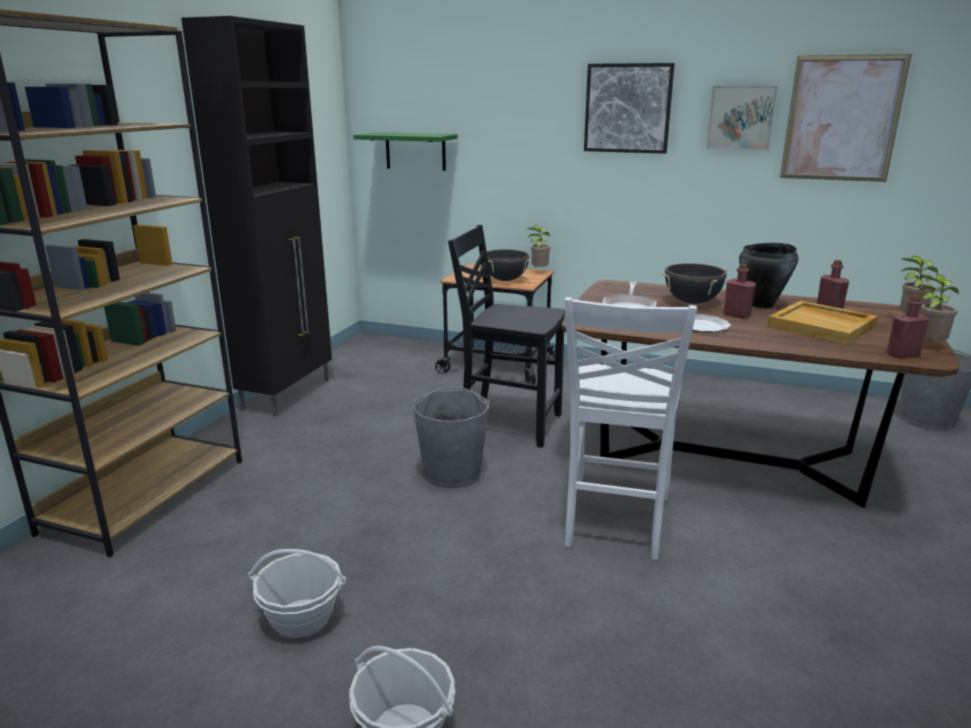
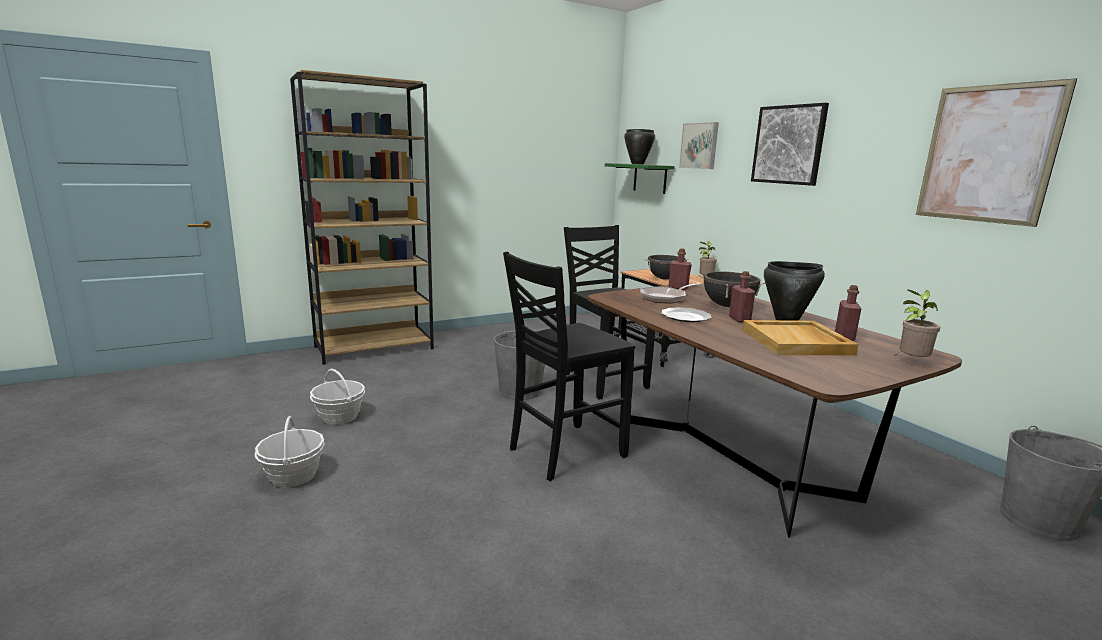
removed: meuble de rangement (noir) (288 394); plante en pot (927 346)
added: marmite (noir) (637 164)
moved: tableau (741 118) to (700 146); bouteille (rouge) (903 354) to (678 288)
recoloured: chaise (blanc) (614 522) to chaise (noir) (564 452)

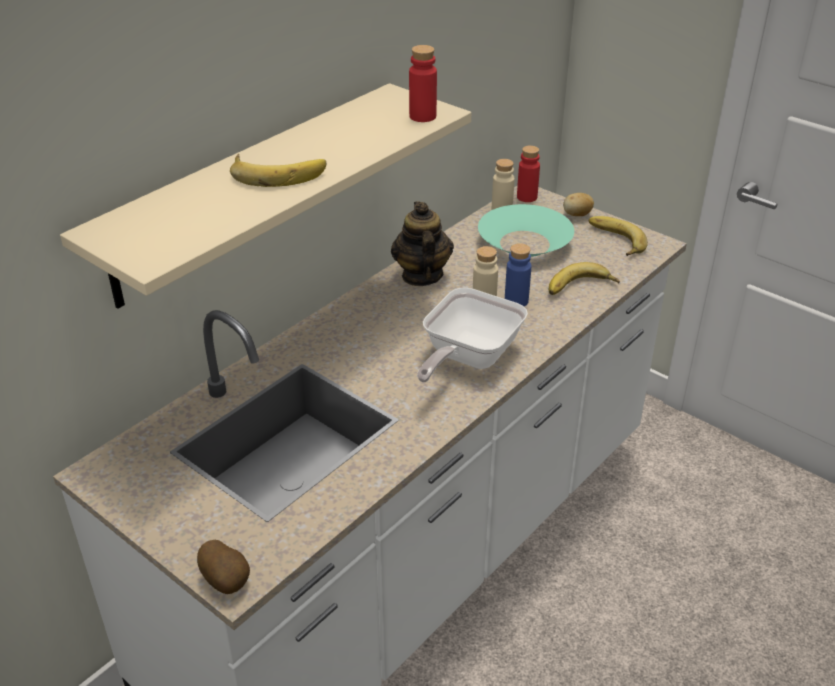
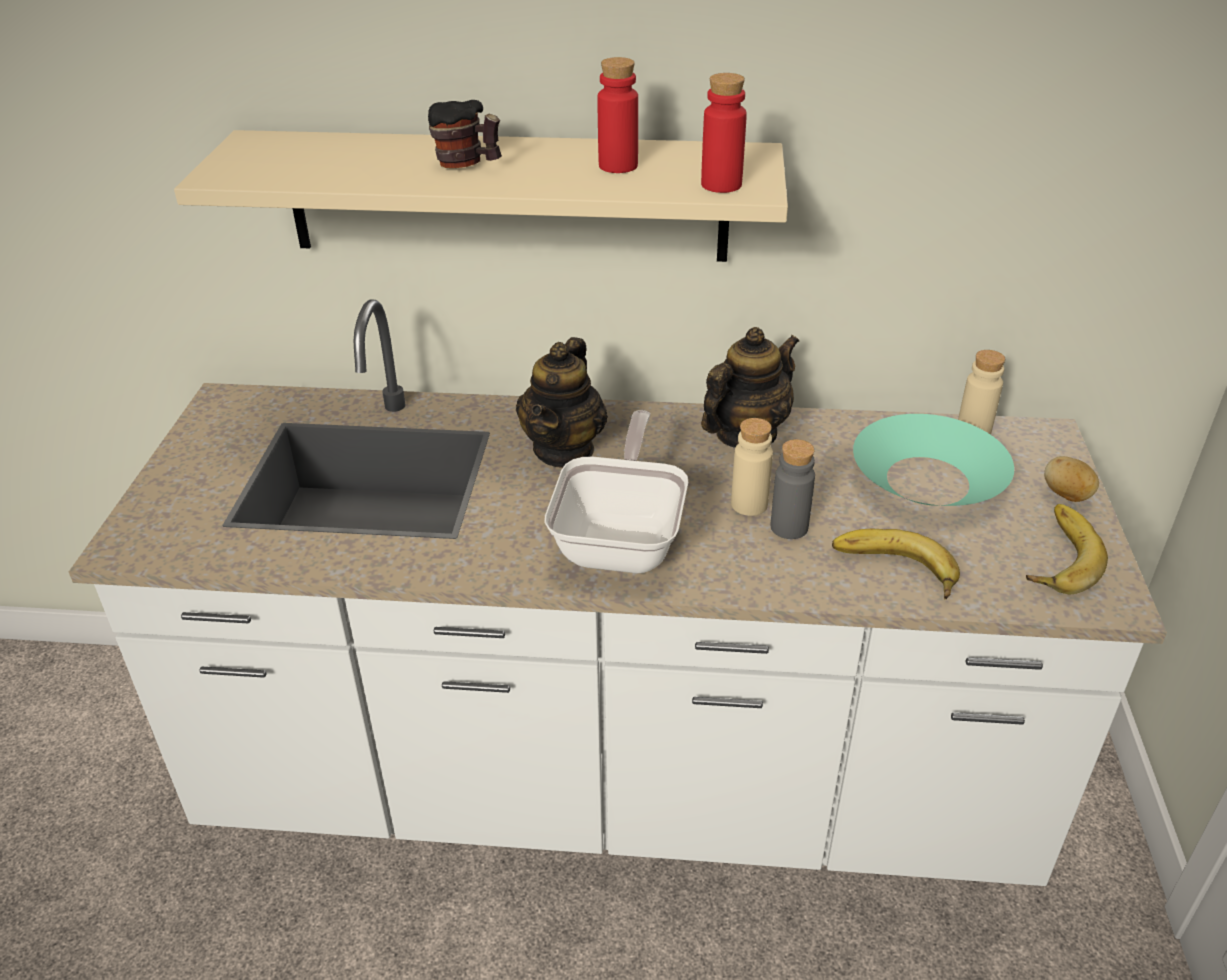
removed: pomme de terre (227 581)
added: théière (564 450)
moved: bouteille (rouge) (527 197) to (618 166)
replaced: banane (278 172) to mug (466 165)
recoloured: bouteille (bleu) (516 301) to bouteille (gris) (789 527)
turned: poêle (467 358) = (622 539) 105 degrees clockwise

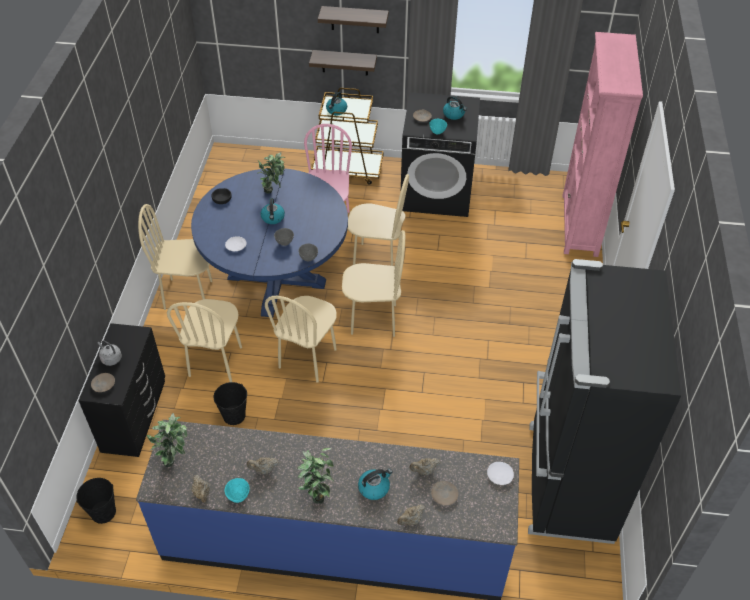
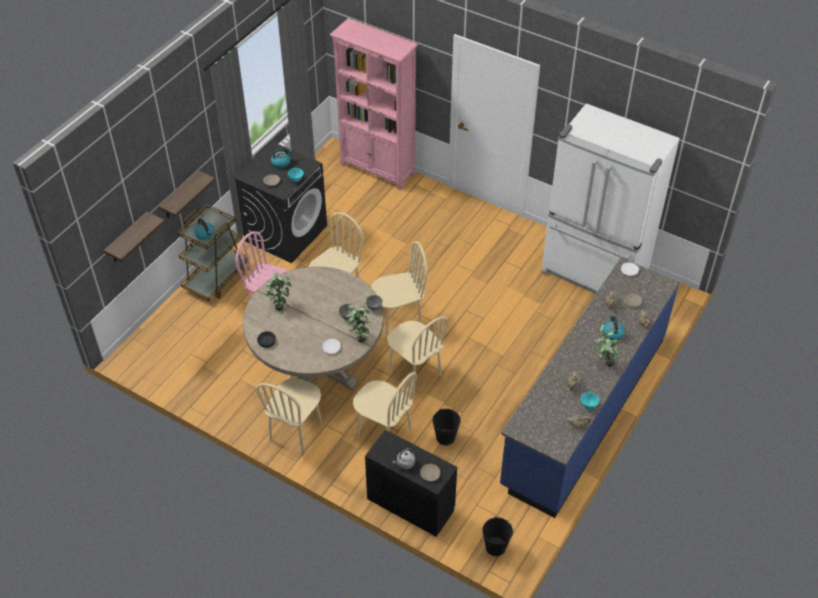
removed: bouilloire (273 218)
moved: plante en pot (174 458) to (359 336); étagère (355 19) to (127 239)
recoloured: table à manger (bleu) (276 279) to table à manger (beige) (317 367); réfrigérateur (noir) (567 482) to réfrigérateur (blanc) (594 273)
turned: chaise (beige) (373 319) = (399 321) 45 degrees clockwise

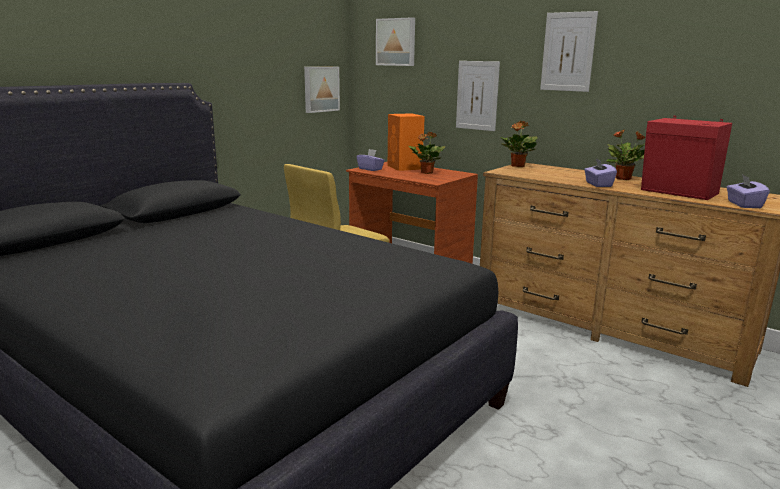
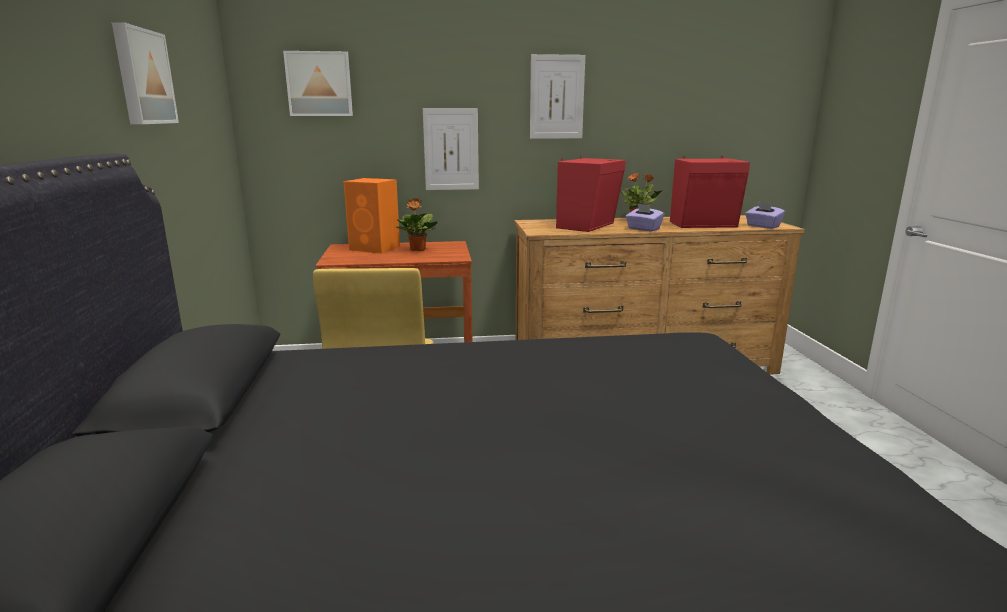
removed: boîte à mouchoirs (violet) (370 169); plante en pot (517 166)
added: enceinte (rouge) (589 226)
moved: tableau (320 89) to (142 77)

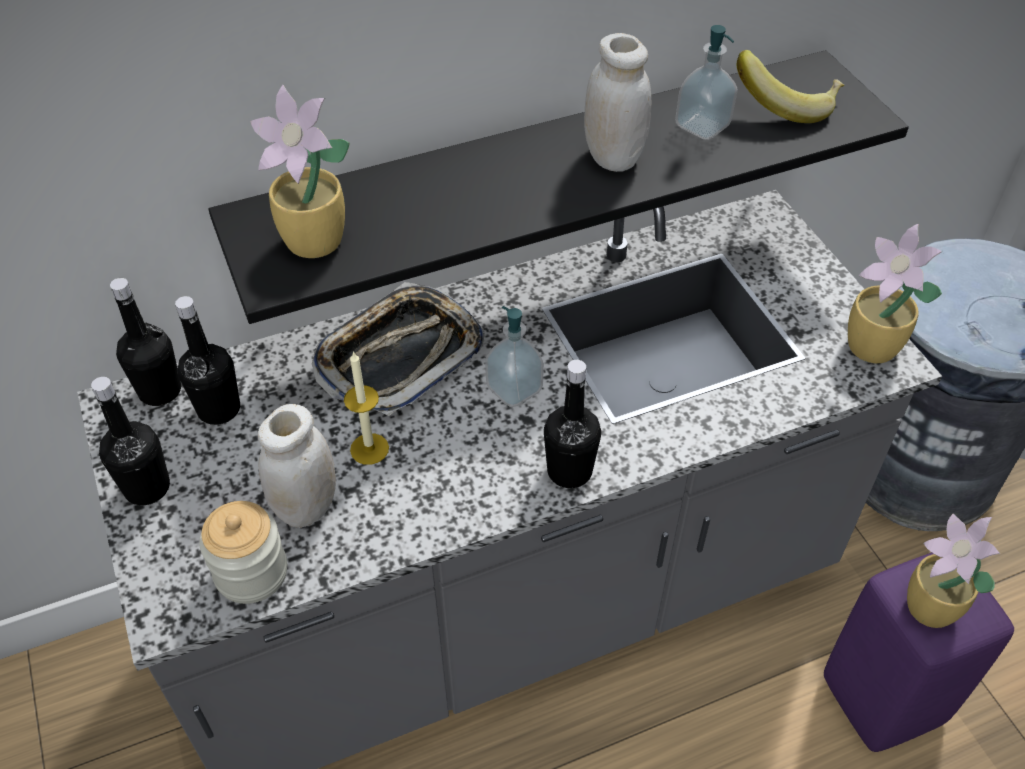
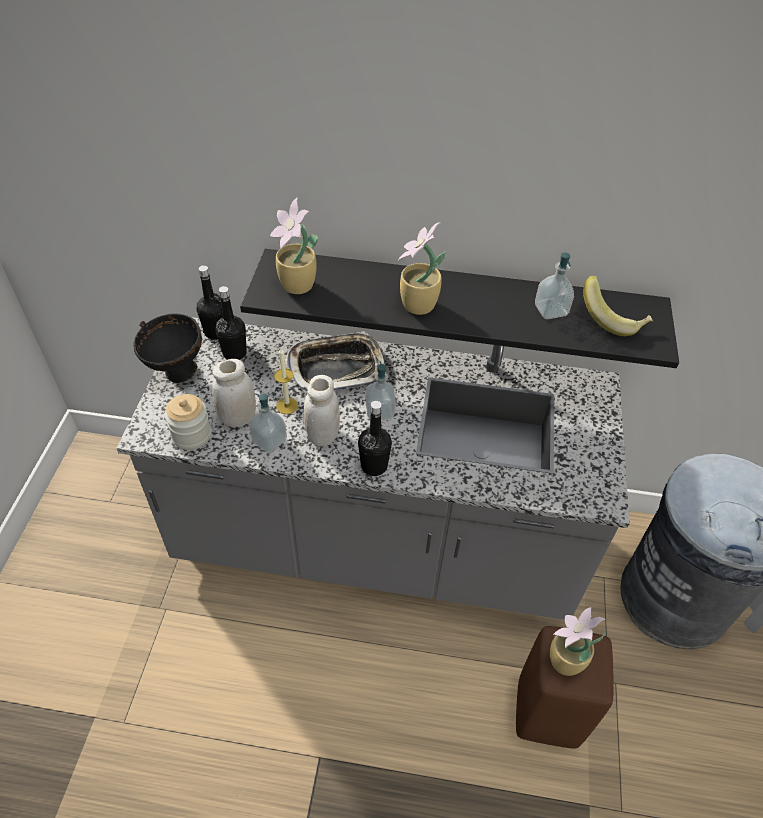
added: distributeur de savon (269 441)
moved: bocal (blanc) (613 157) to (322 435); plante en pot (872 349) to (417 306)
replaced: bouteille (noir) (147 488) to bol (noir) (177 374)
recoloured: tabouret (violet) (885 700) to tabouret (marron) (548 715)

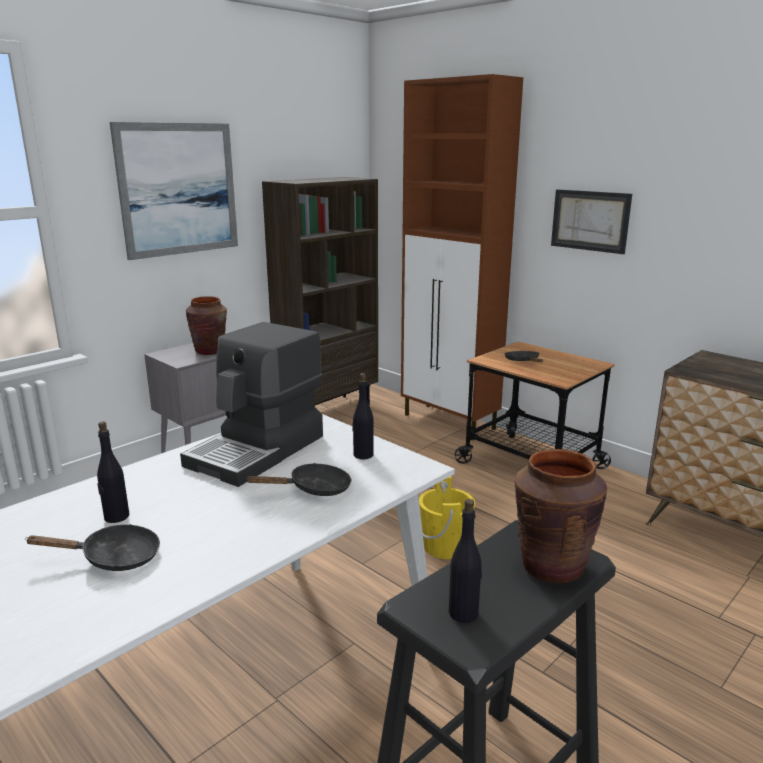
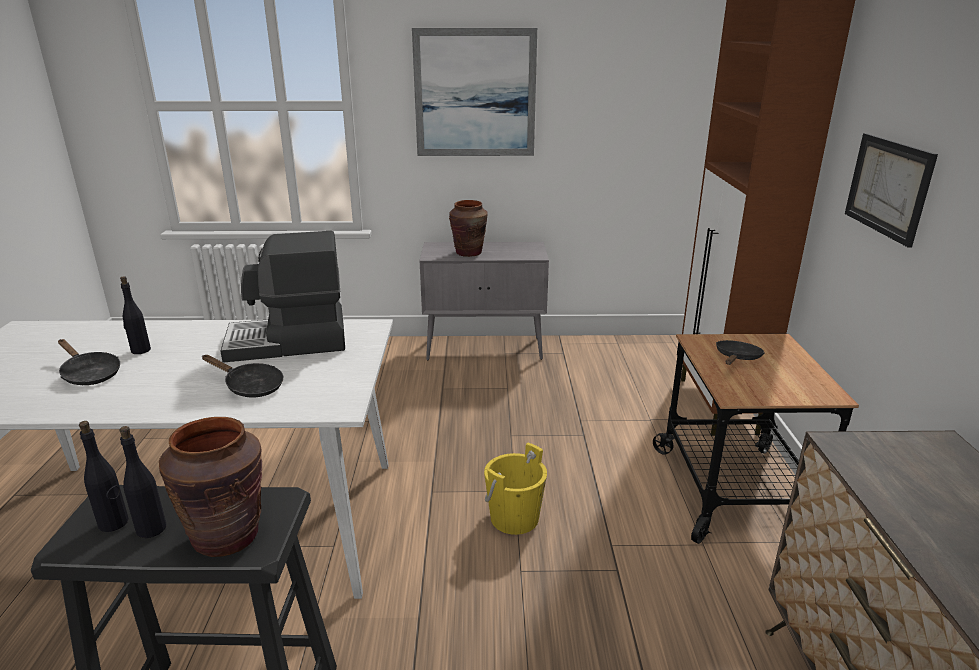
removed: bibliothèque (marron) (328 410)
moved: bouteille (noir) (363 455) to (151 528)

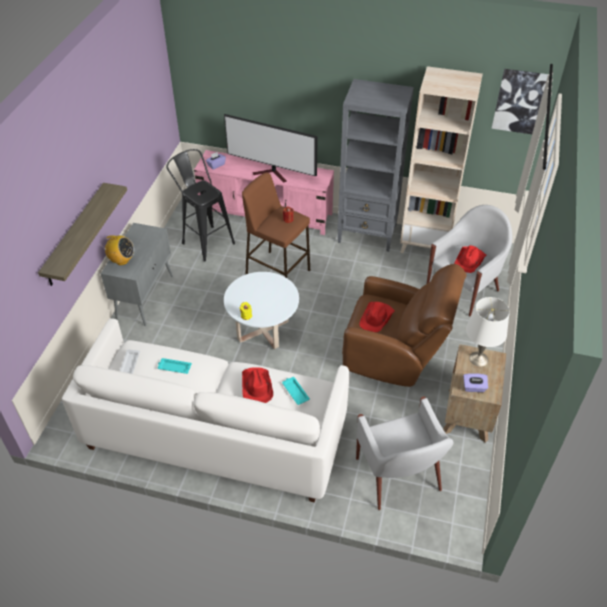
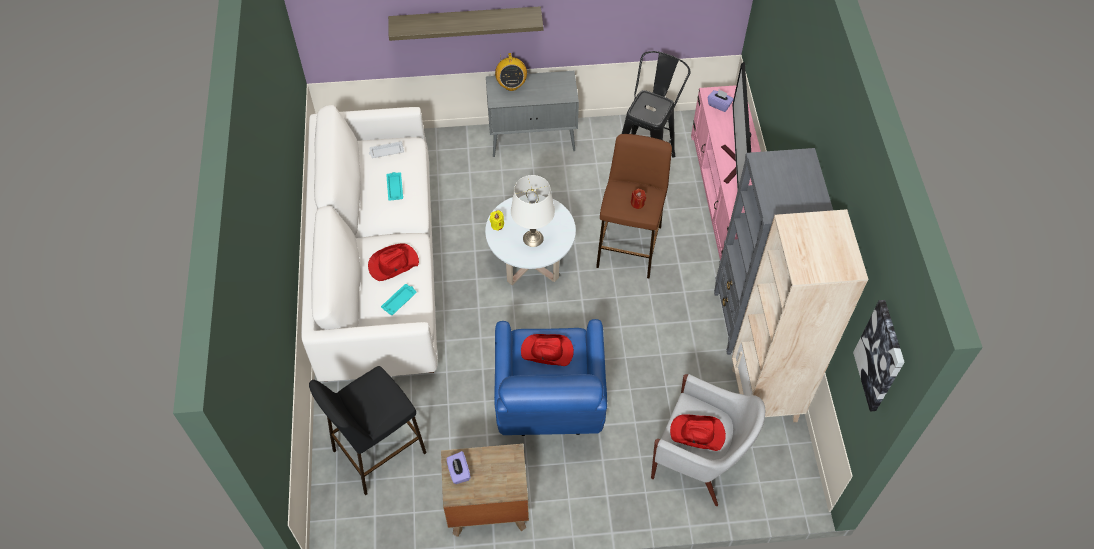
moved: lampe de table (blanc) (478 359) to (532 238)
replaced: fauteuil (blanc) (398 476) to tabouret (noir) (378 452)
recoloured: fauteuil (marron) (395 355) to fauteuil (bleu) (549 407)

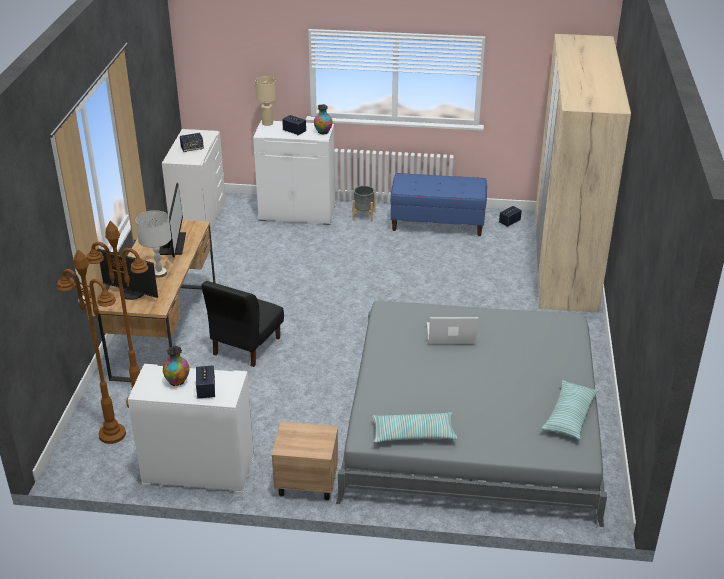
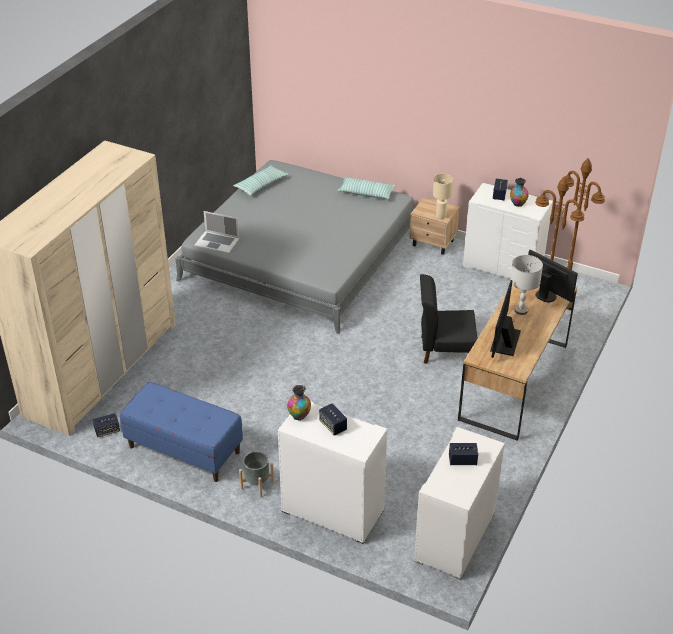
moved: lampe de table (beige) (268 123) to (440 216); ordinateur portable (451 334) to (217 242)
turned: chaise (noir) (246 346) = (445 349) 135 degrees counterclockwise

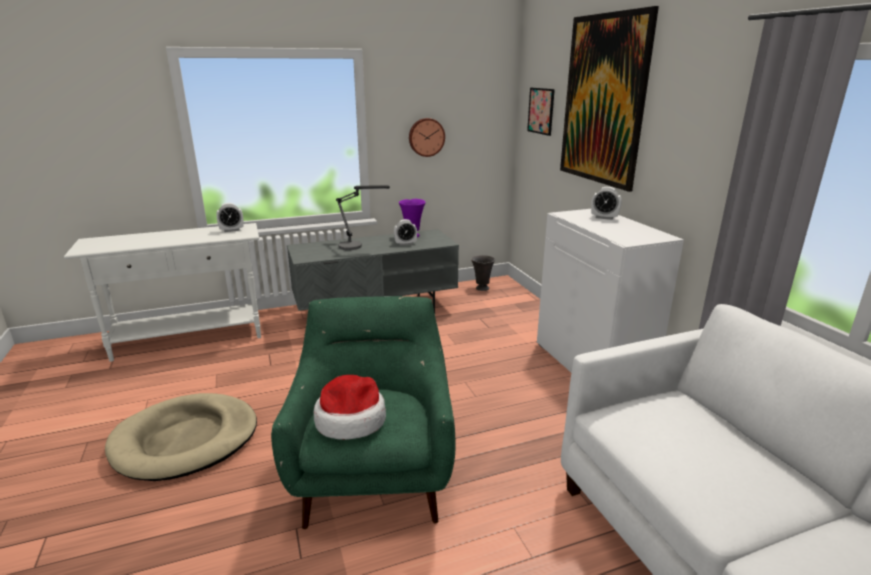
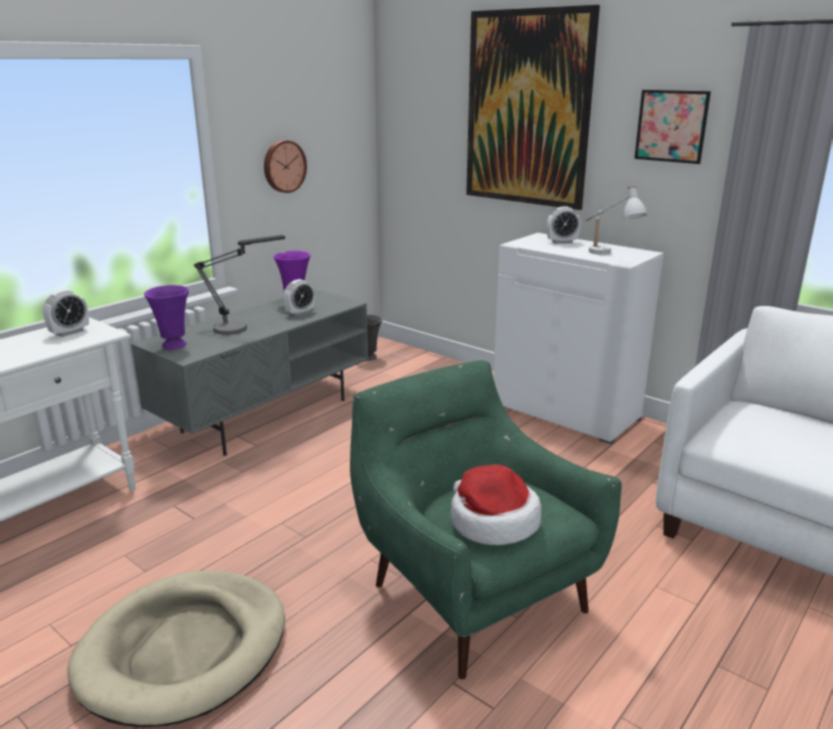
added: vase (violet) (174 346); lampe de table (blanc) (607 256)
moved: tableau (541 111) to (671 126)

